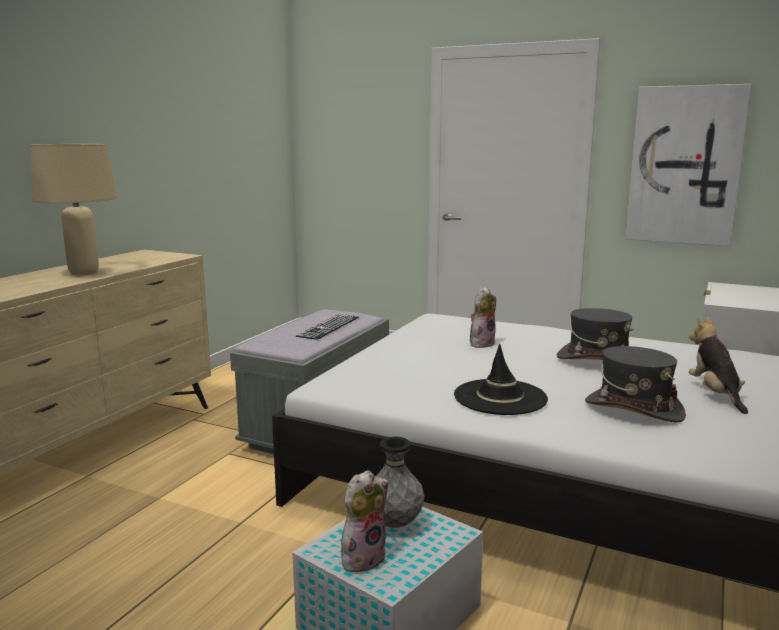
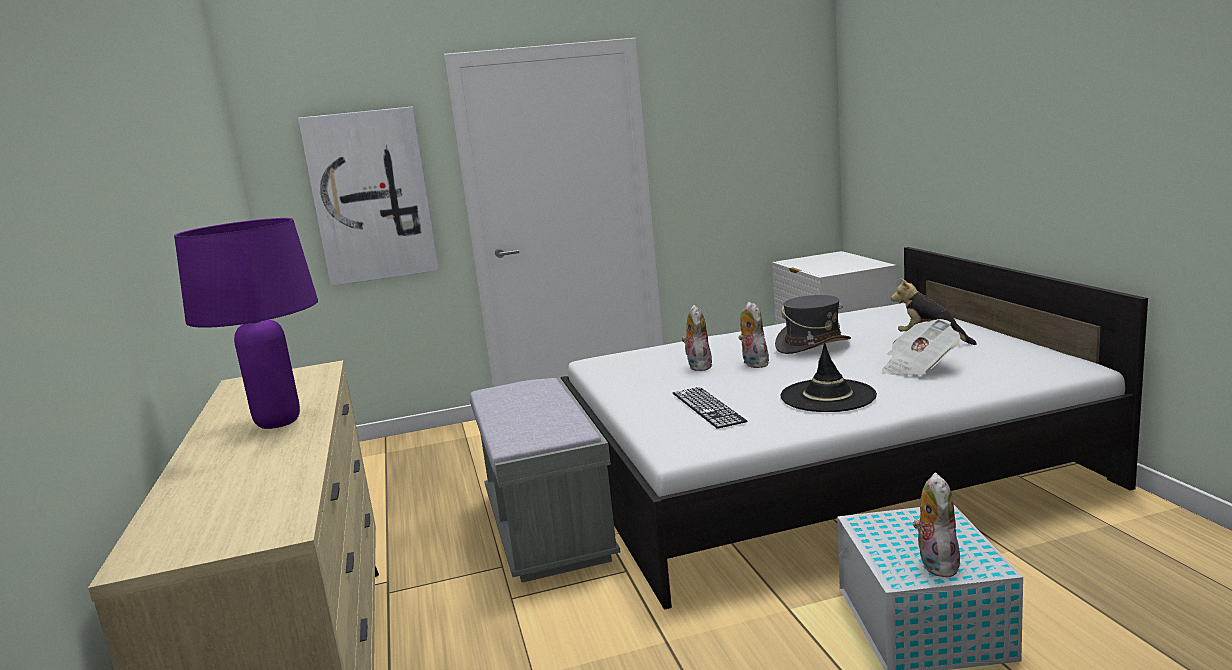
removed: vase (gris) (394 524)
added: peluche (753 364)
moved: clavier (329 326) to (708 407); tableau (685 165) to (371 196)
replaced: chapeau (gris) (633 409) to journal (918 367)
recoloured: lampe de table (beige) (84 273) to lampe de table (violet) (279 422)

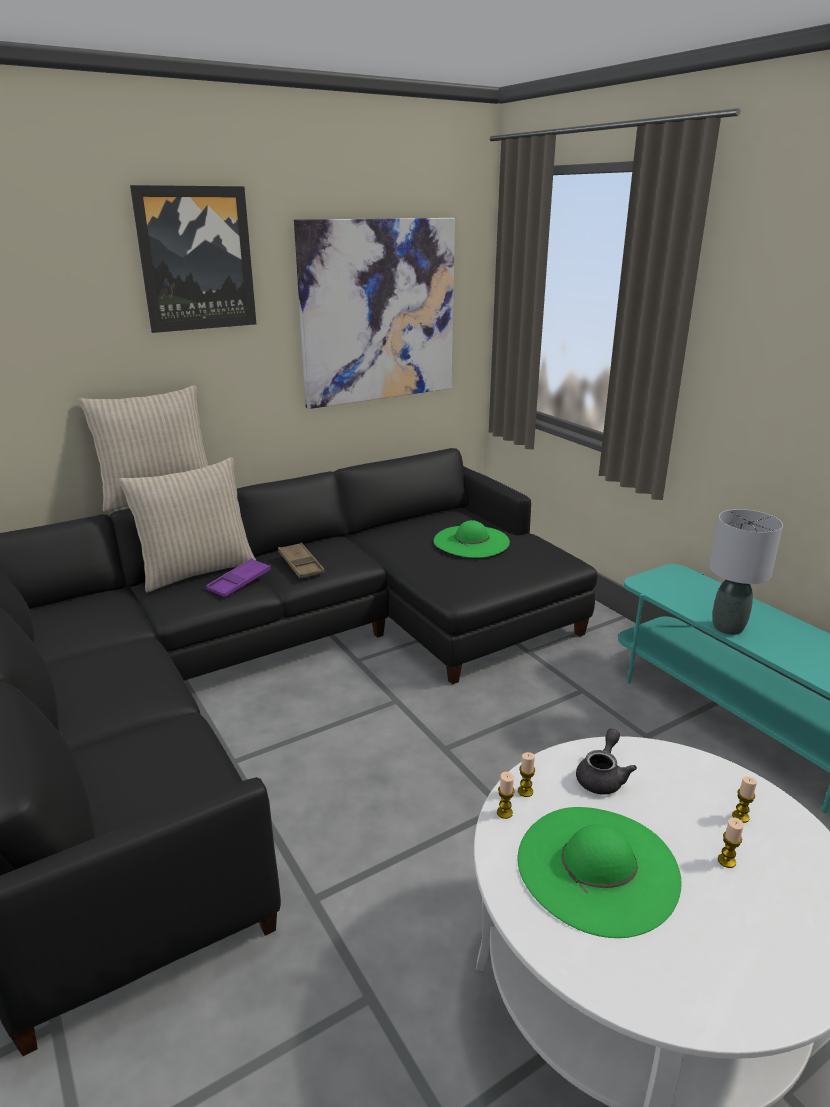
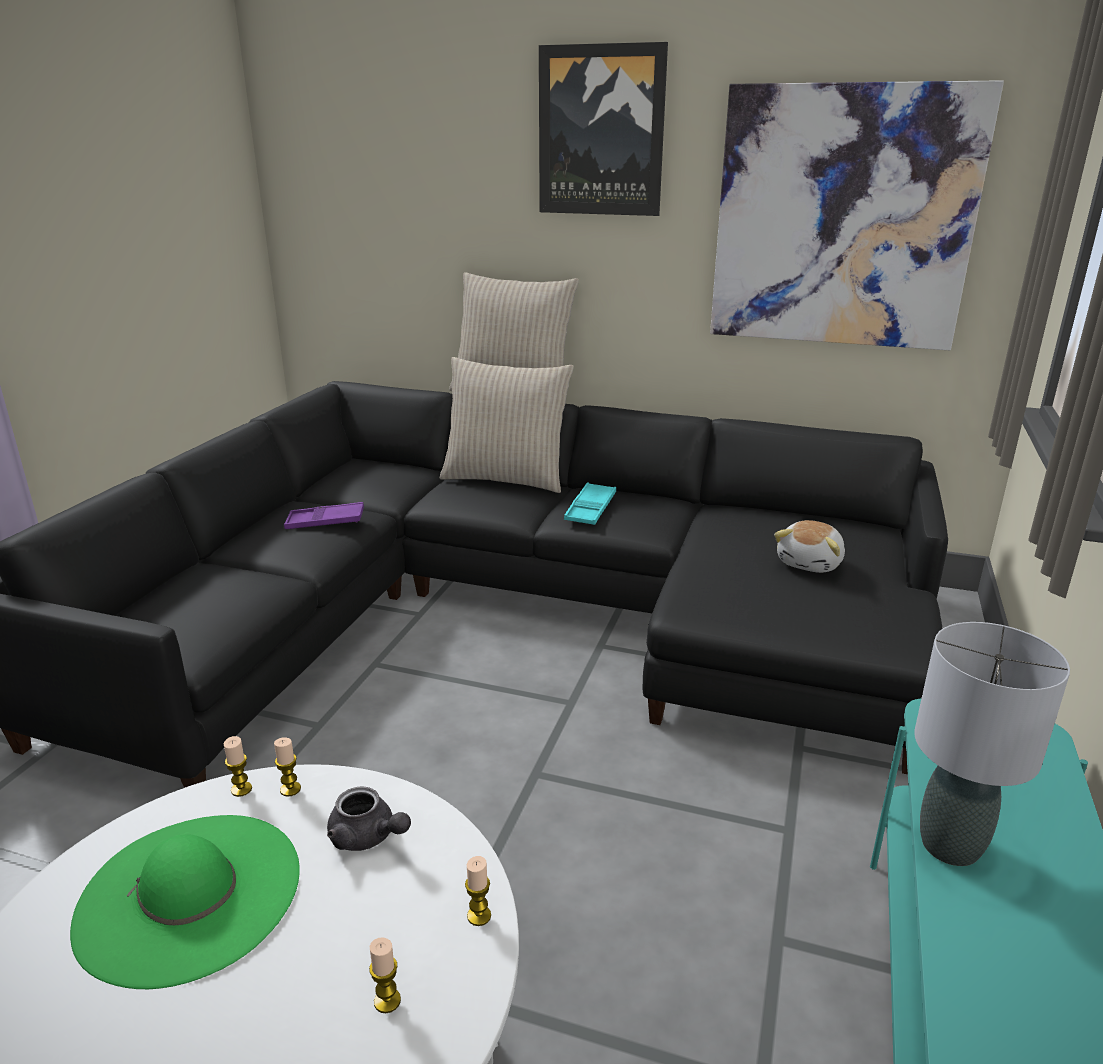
moved: plateau (violet) (239 582) to (325 522); bougie (726 861) to (479 916)
replaced: chapeau (vert) (471 541) to peluche (811 563)
recoloured: plateau (marron) (301 565) to plateau (turquoise) (590 509)
turned: théière (gris) (602 777) = (368 837) 45 degrees clockwise

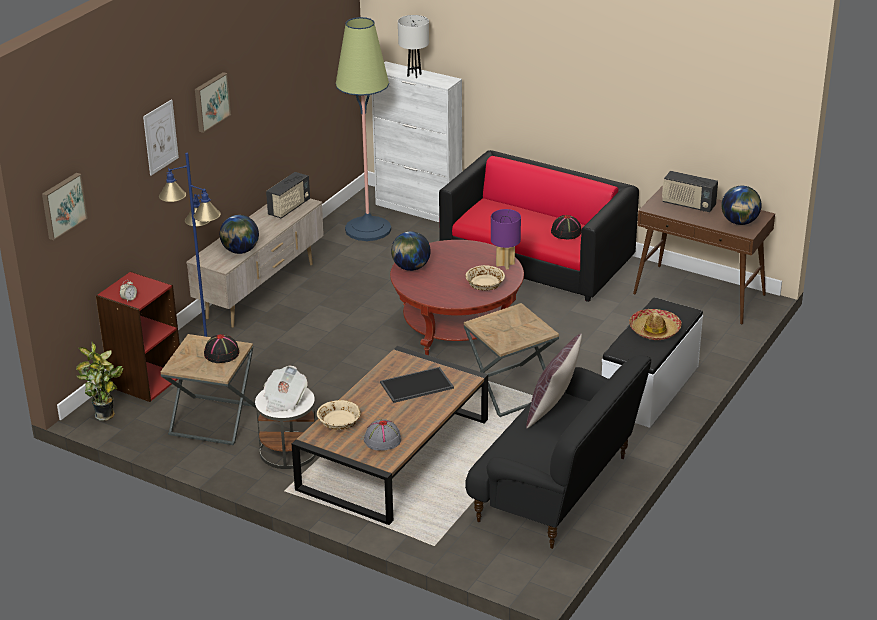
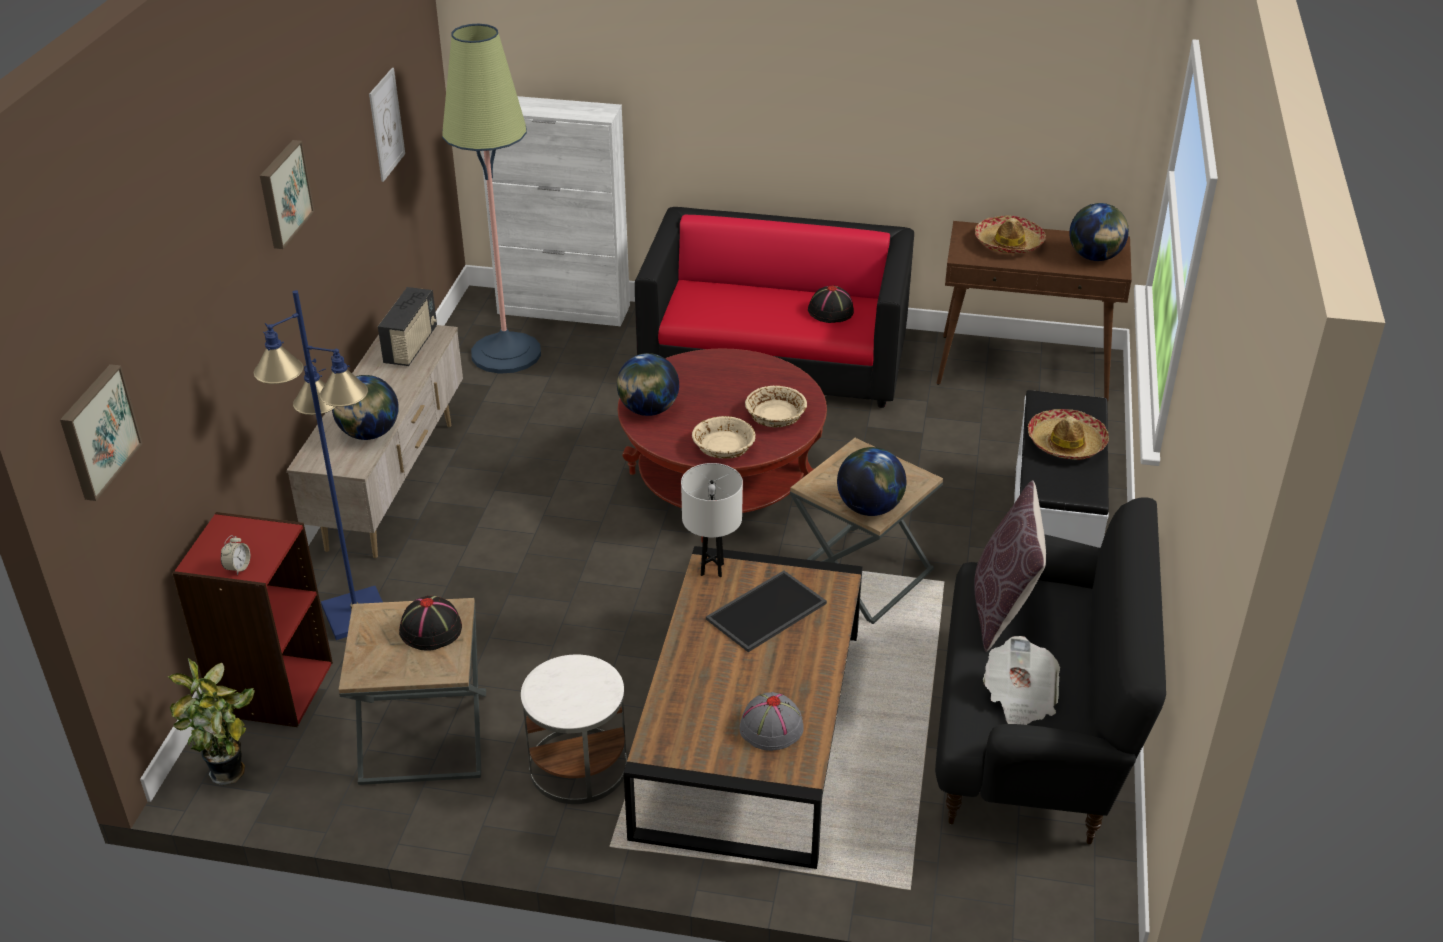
removed: lampe de table (violet) (505 264)
added: globe (869 508)
moved: tableau (160 137) to (386 124); journal (284 400) to (1019 698); bol (beige) (339 422) to (724 447); lampe de table (blanc) (414 75) to (712 569)
replaced: radio (688 205) to chapeau (1009 243)

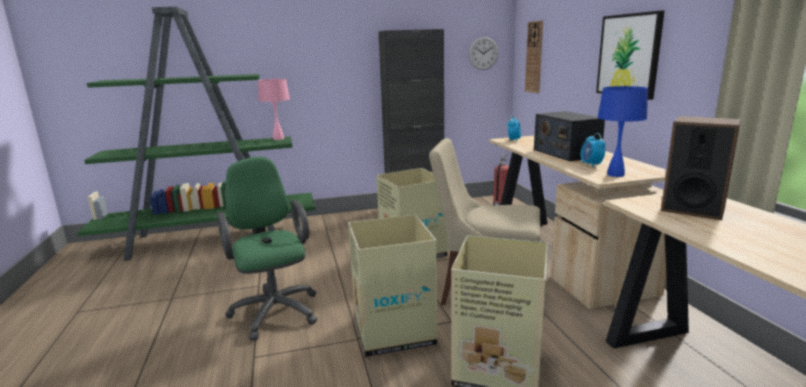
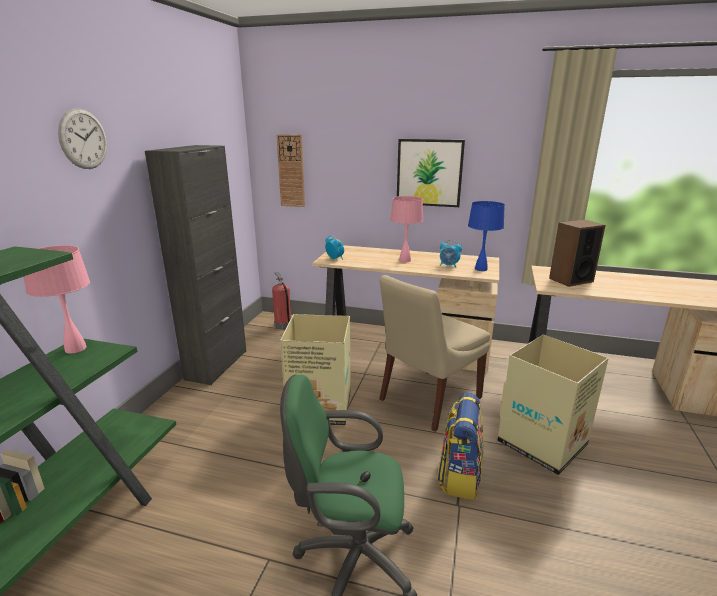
moved: horloge murale (483 53) to (83 139)
replaced: carton (393 330) to sac à dos (459 476); radio (565 153) to lampe de table (rose) (405 260)

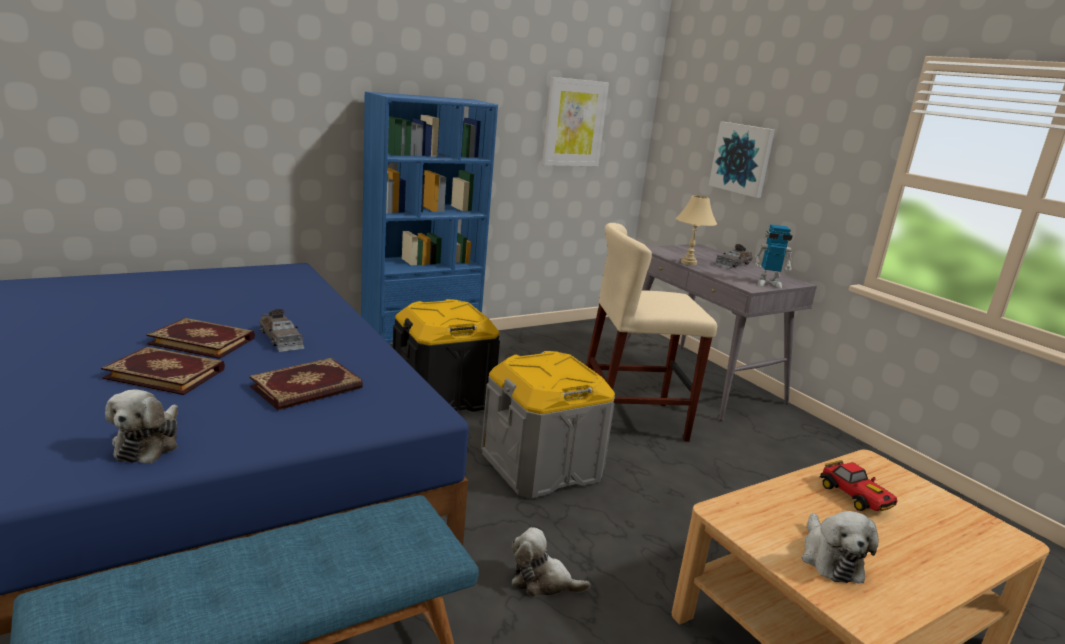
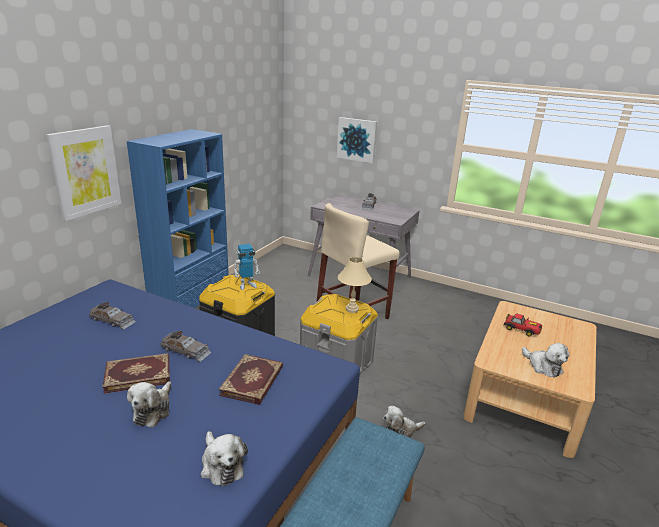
added: petite voiture (gris) (112 320)
moved: tableau (574 123) to (85 171); lampe de table (beige) (689 263) to (352 309); robot jouet (768 283) to (247 285)
replaced: livre (166 373) to peluche (153 410)

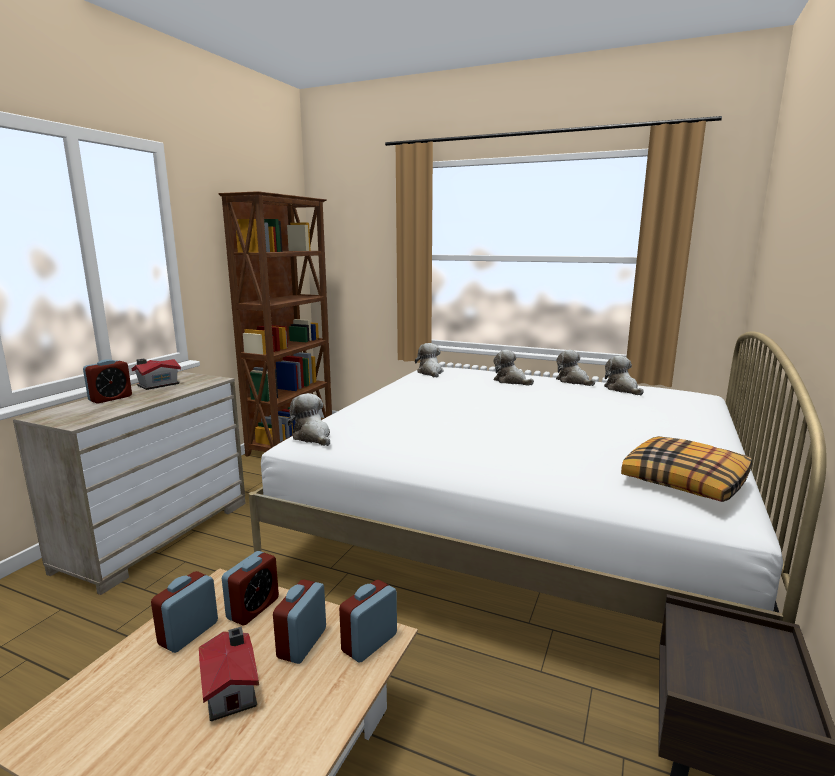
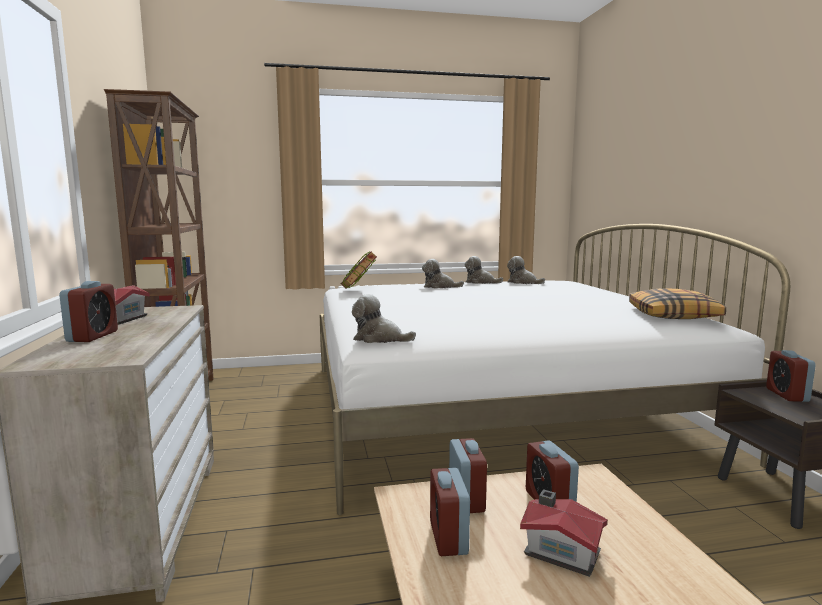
moved: réveil (369 643) to (787 395)
replaced: peluche (430 373) to livre (358 289)

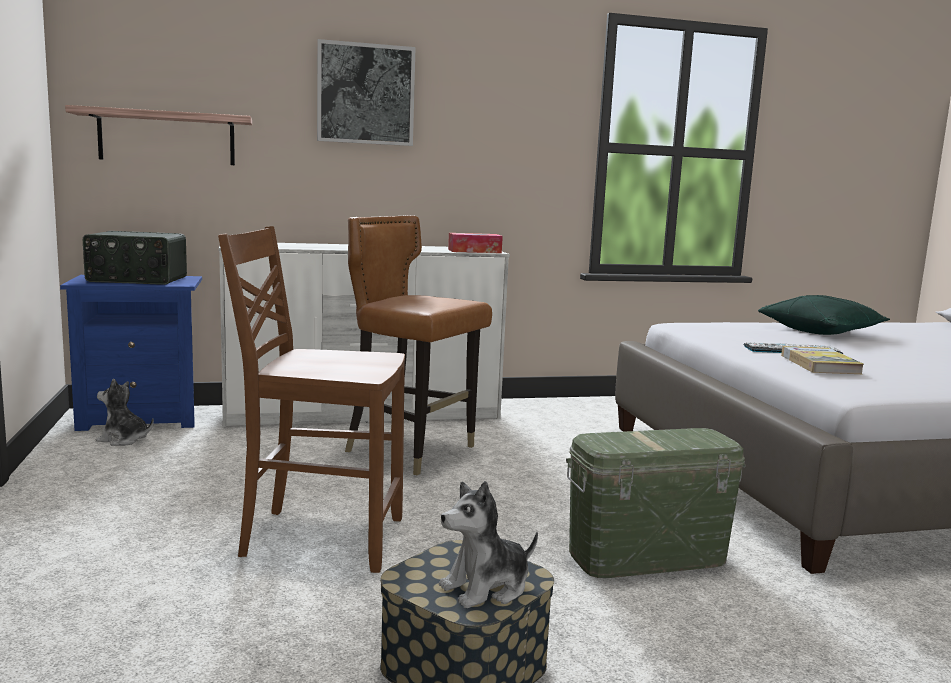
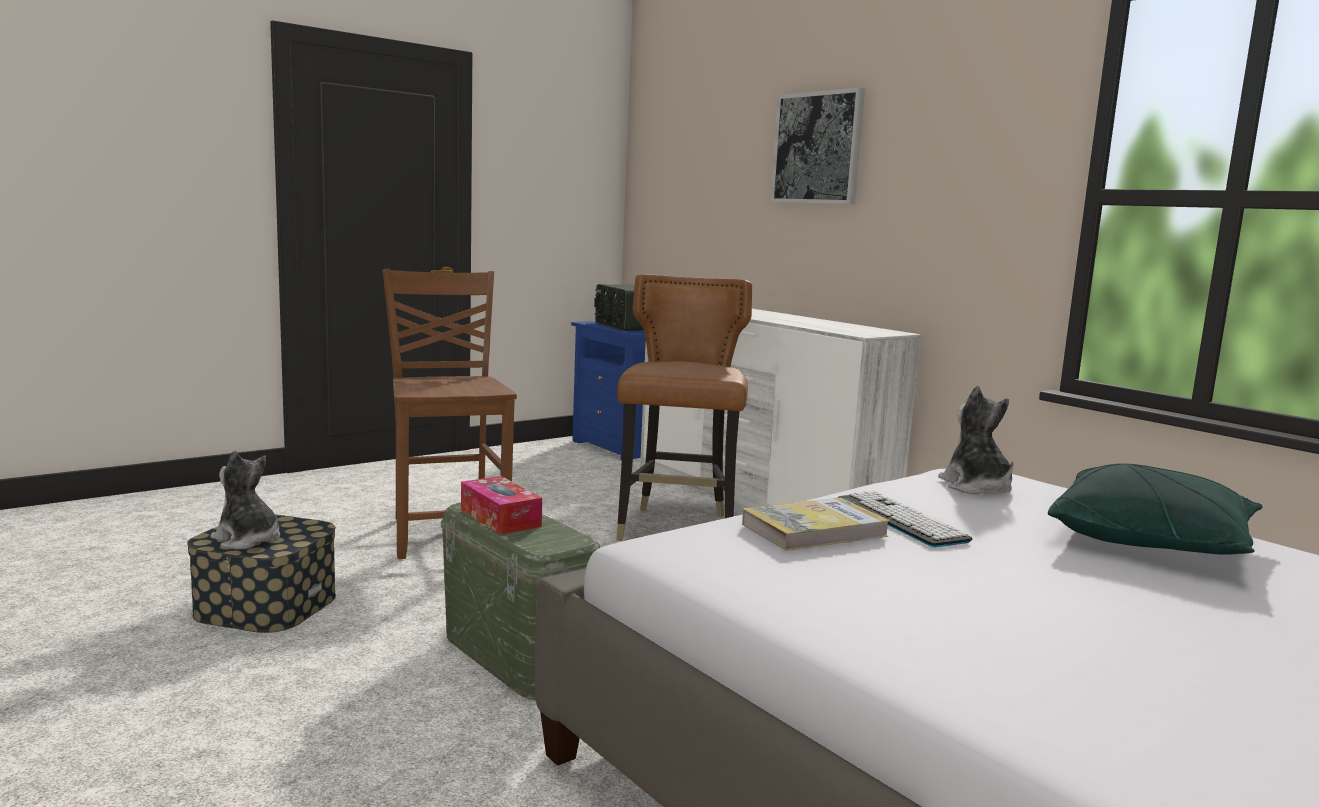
removed: étagère (167 138)
moved: peluche (124 440) to (975 487); boîte à mouchoirs (474 251) to (500 518)

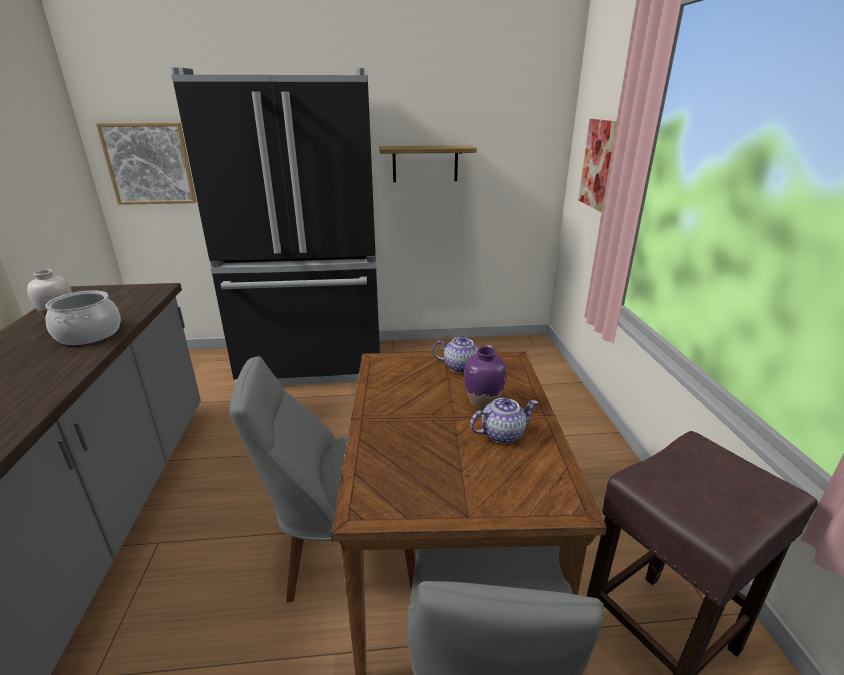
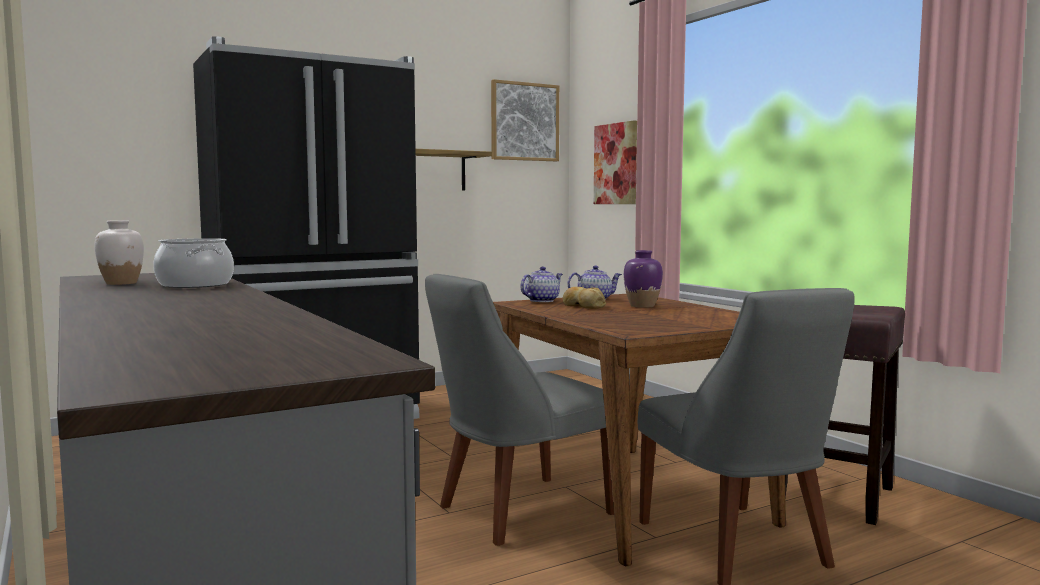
added: pain (583 306)
moved: tableau (149 164) to (524 122); théière (502 434) to (542 300)

